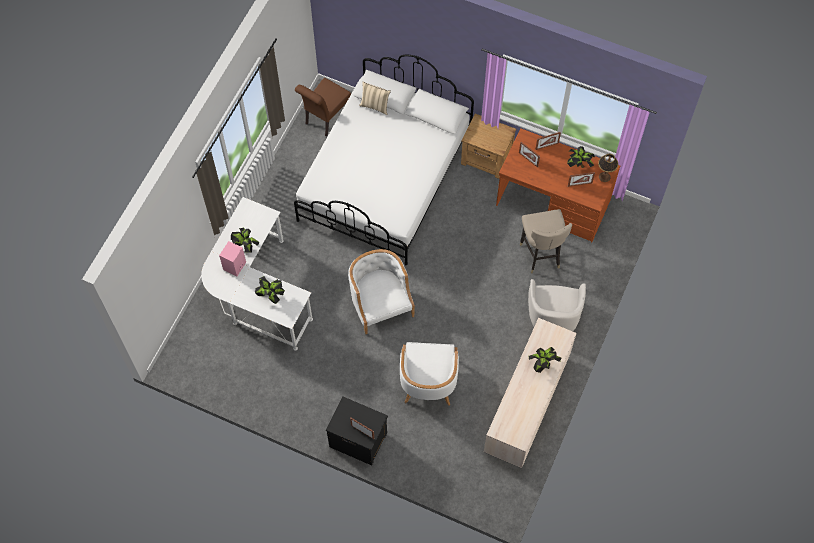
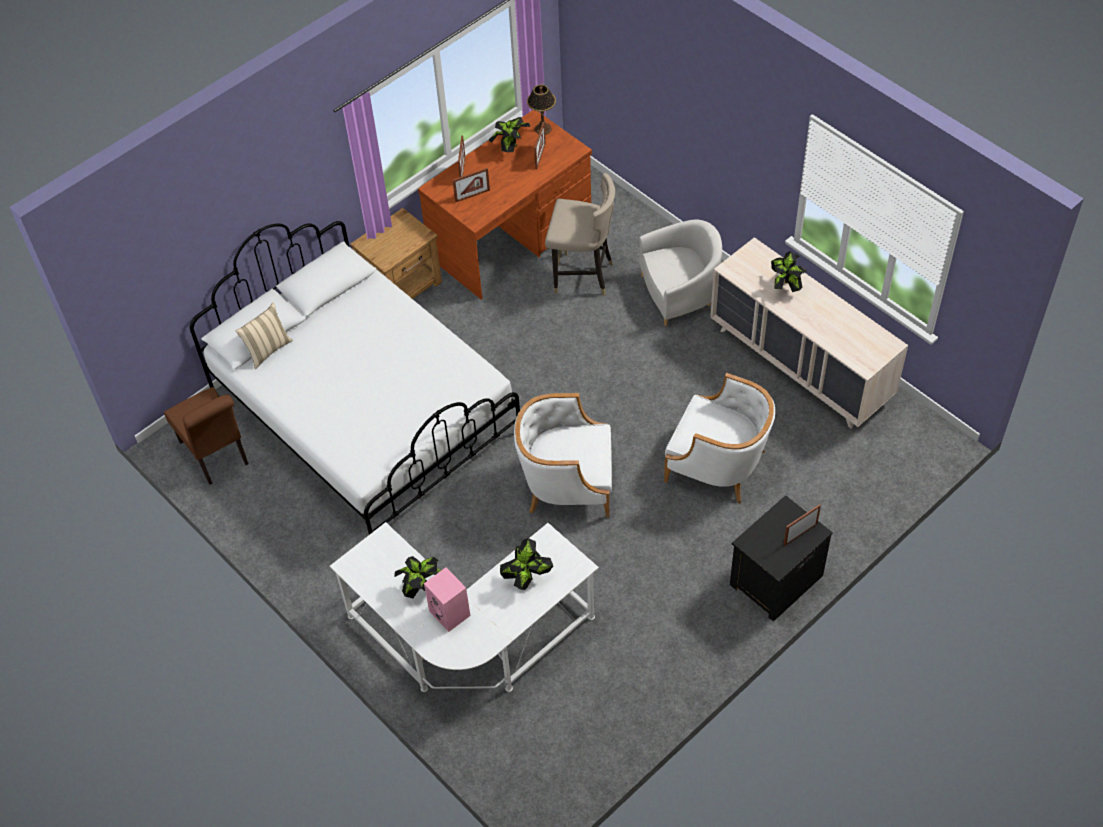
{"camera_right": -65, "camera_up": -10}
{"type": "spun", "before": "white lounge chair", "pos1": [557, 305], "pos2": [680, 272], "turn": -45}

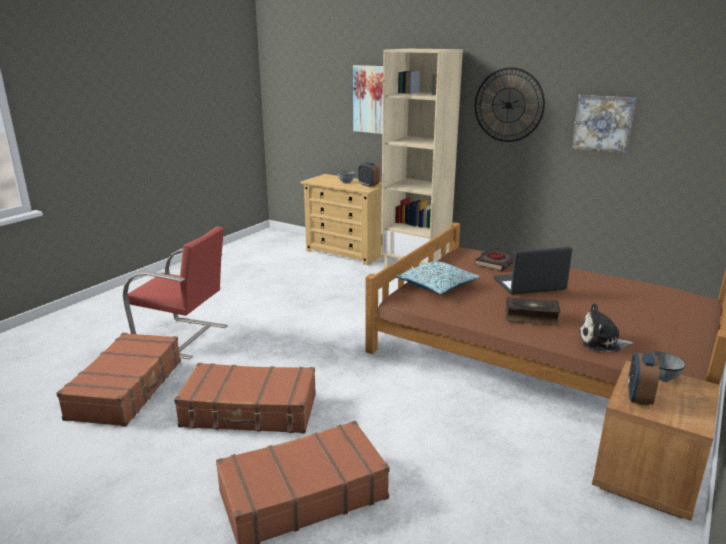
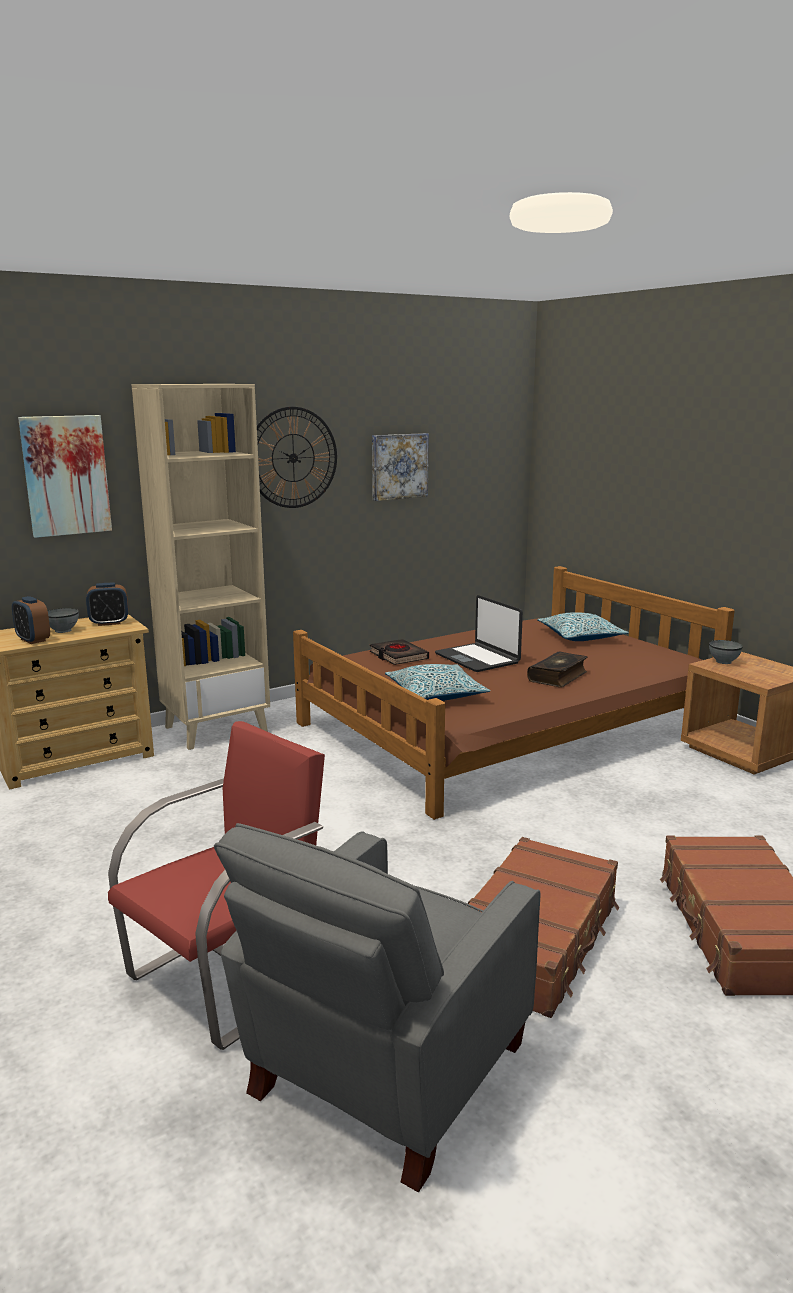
{"camera_right": -65, "camera_up": -5}
{"type": "missing", "before": "cuddly toy", "pos1": [607, 327]}
{"type": "appeared", "after": "cushion", "pos2": [583, 626]}
{"type": "relocated", "before": "table clock", "pos1": [644, 379], "pos2": [31, 620]}
{"type": "exchanged", "before": "brownish travel case", "after": "grey lounge chair", "pos1": [118, 380], "pos2": [377, 1007]}
{"type": "spun", "before": "portable computer", "pos1": [532, 271], "pos2": [479, 633], "turn": -45}

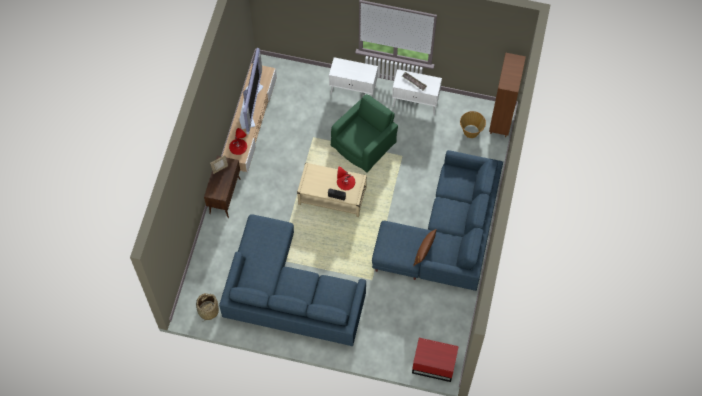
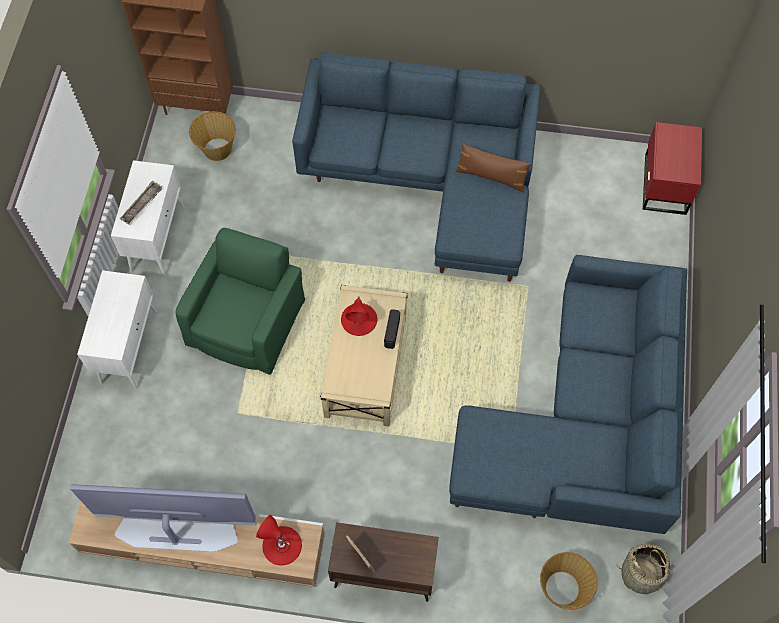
{"camera_right": -95, "camera_up": 0}
{"type": "appeared", "after": "basket", "pos2": [568, 581]}
{"type": "spun", "before": "green lounge chair", "pos1": [364, 133], "pos2": [240, 301], "turn": 75}

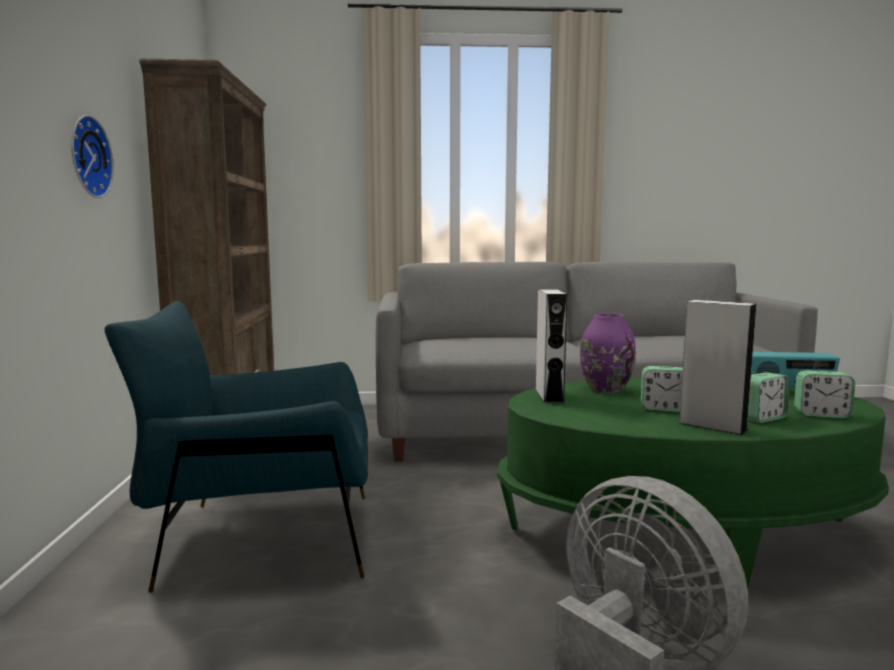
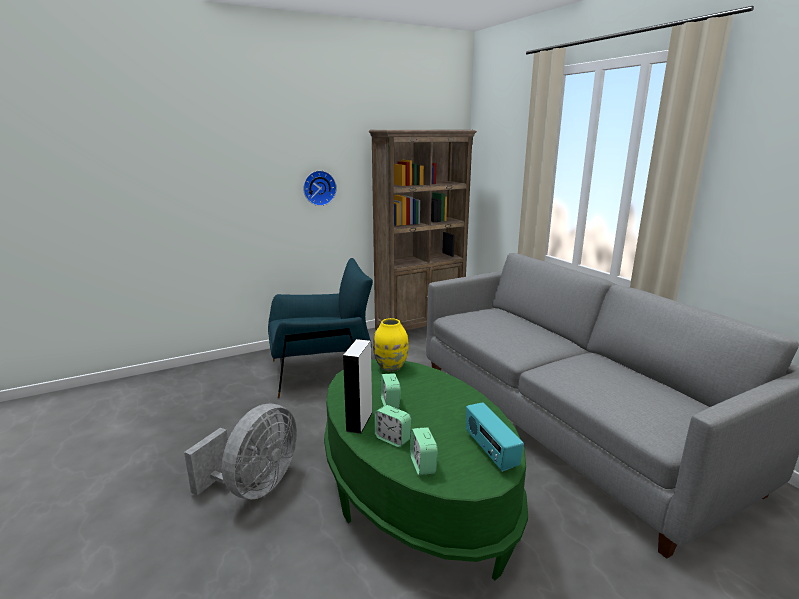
{"camera_right": 65, "camera_up": 10}
{"type": "missing", "before": "purple flower vase", "pos1": [608, 353]}
{"type": "exchanged", "before": "grey loudspeaker", "after": "yellowish flower vase", "pos1": [551, 346], "pos2": [391, 345]}
{"type": "spun", "before": "bluish lounge chair", "pos1": [236, 447], "pos2": [320, 328], "turn": 105}

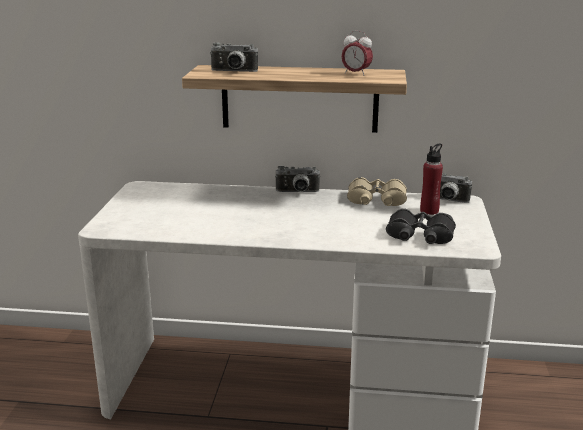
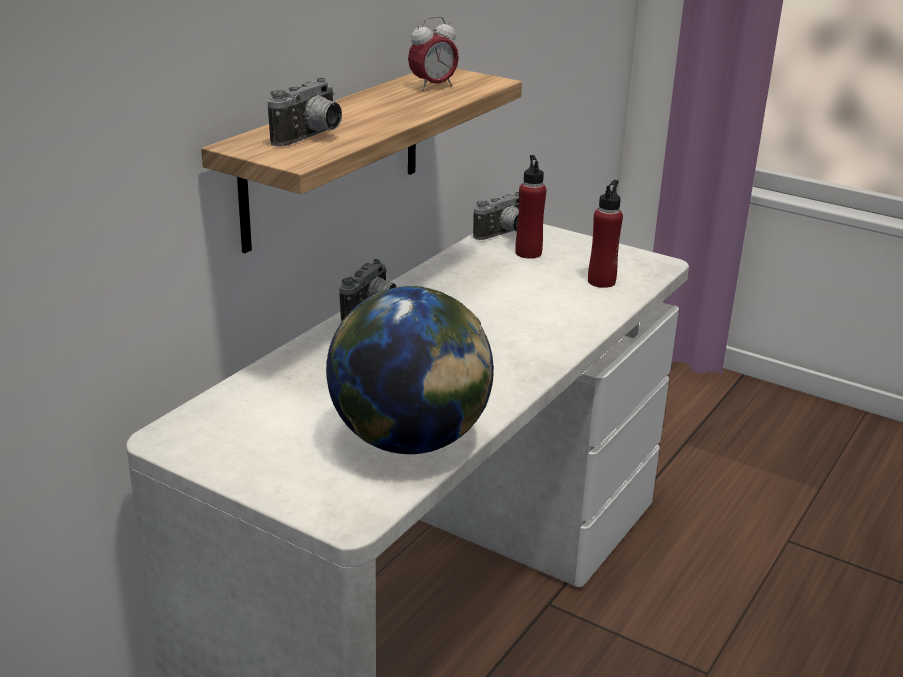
{"camera_right": -65, "camera_up": 5}
{"type": "missing", "before": "beige field glasses", "pos1": [377, 191]}
{"type": "appeared", "after": "desk globe", "pos2": [410, 370]}
{"type": "exchanged", "before": "blackish field glasses", "after": "red-coloured drink bottle", "pos1": [421, 226], "pos2": [605, 234]}

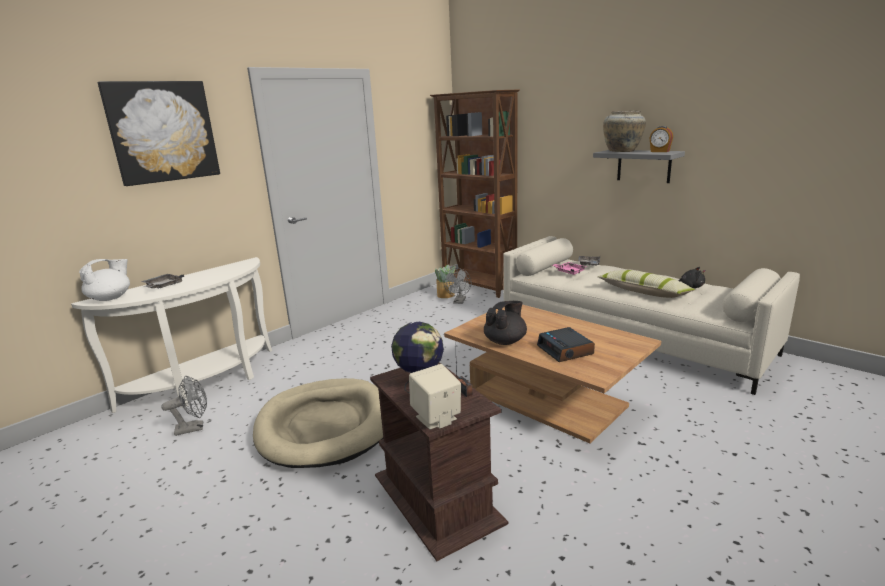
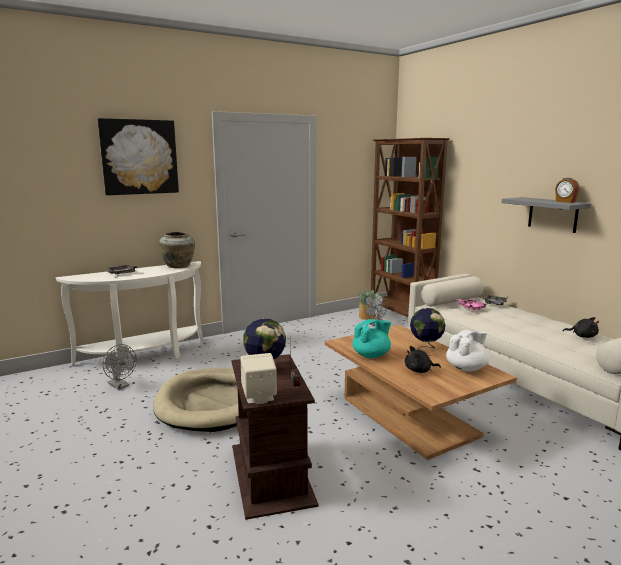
{"camera_right": 15, "camera_up": -5}
{"type": "missing", "before": "cushion", "pos1": [646, 284]}
{"type": "appeared", "after": "desk globe", "pos2": [427, 332]}
{"type": "relocated", "before": "white pot for tea", "pos1": [104, 280], "pos2": [467, 351]}
{"type": "relocated", "before": "beige flower vase", "pos1": [624, 131], "pos2": [177, 250]}
{"type": "exchanged", "before": "table clock", "after": "blackish cuddly toy", "pos1": [566, 344], "pos2": [423, 359]}
{"type": "colour", "before": "blackish pot for tea", "after": "turquoise-coloured pot for tea", "pos1": [505, 323], "pos2": [371, 338]}
{"type": "spun", "before": "grey fan", "pos1": [184, 406], "pos2": [119, 367], "turn": 45}

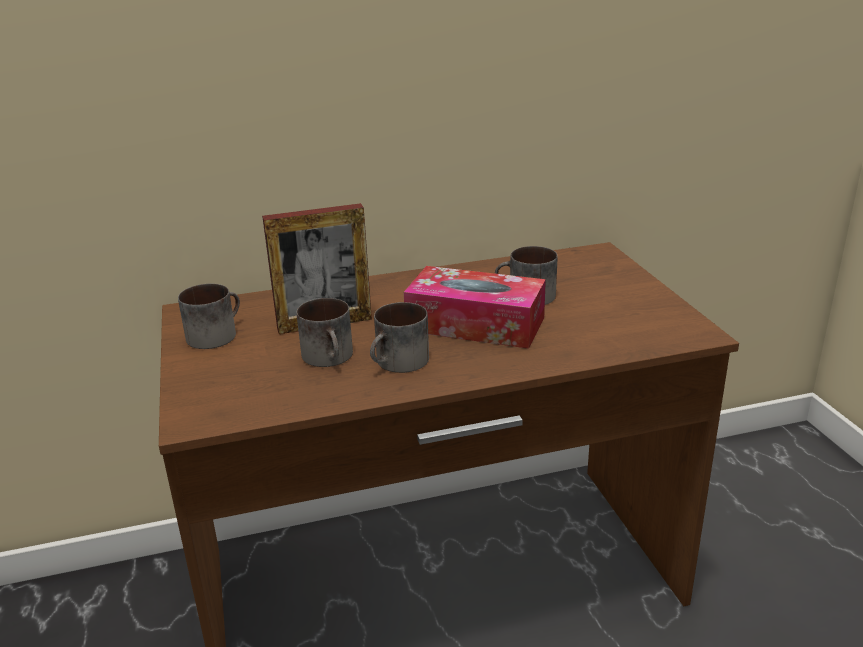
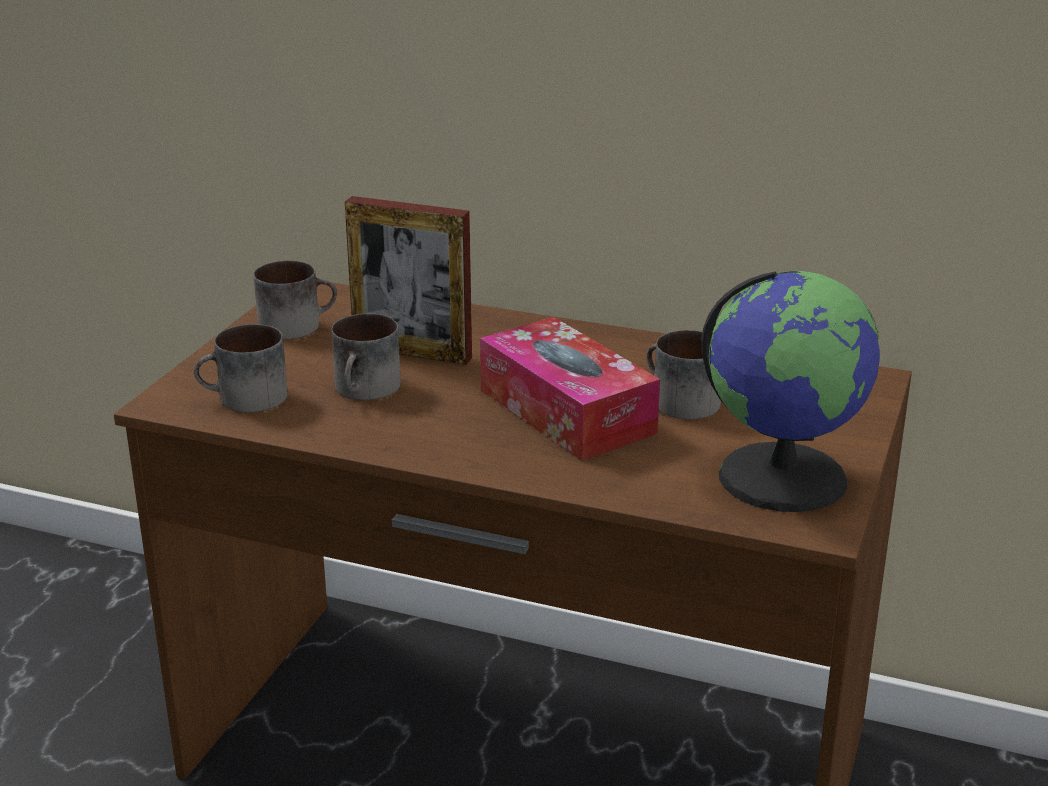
{"camera_right": 35, "camera_up": 0}
{"type": "appeared", "after": "desk globe", "pos2": [790, 391]}
{"type": "relocated", "before": "mug", "pos1": [399, 337], "pos2": [241, 368]}

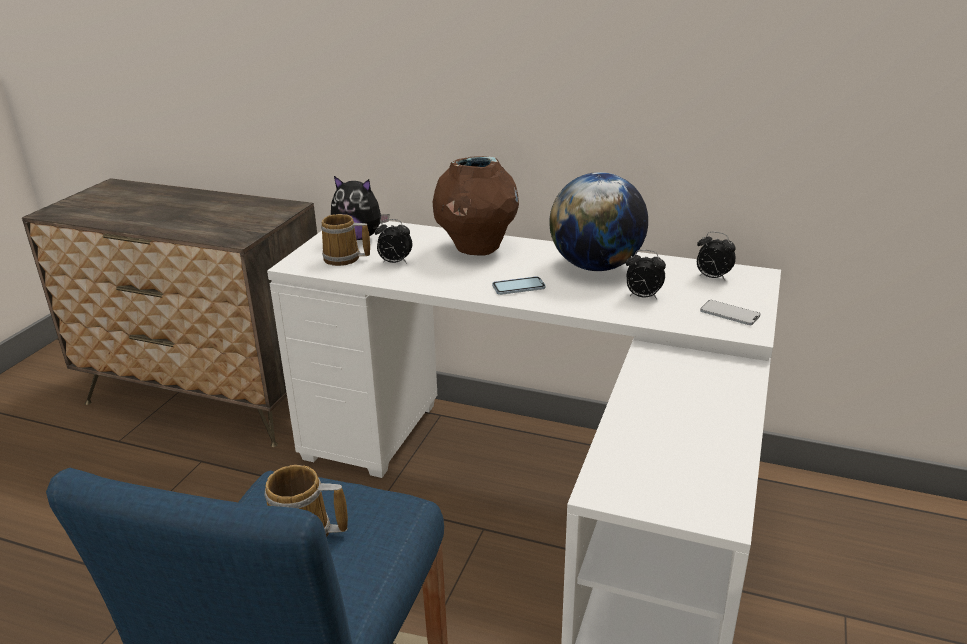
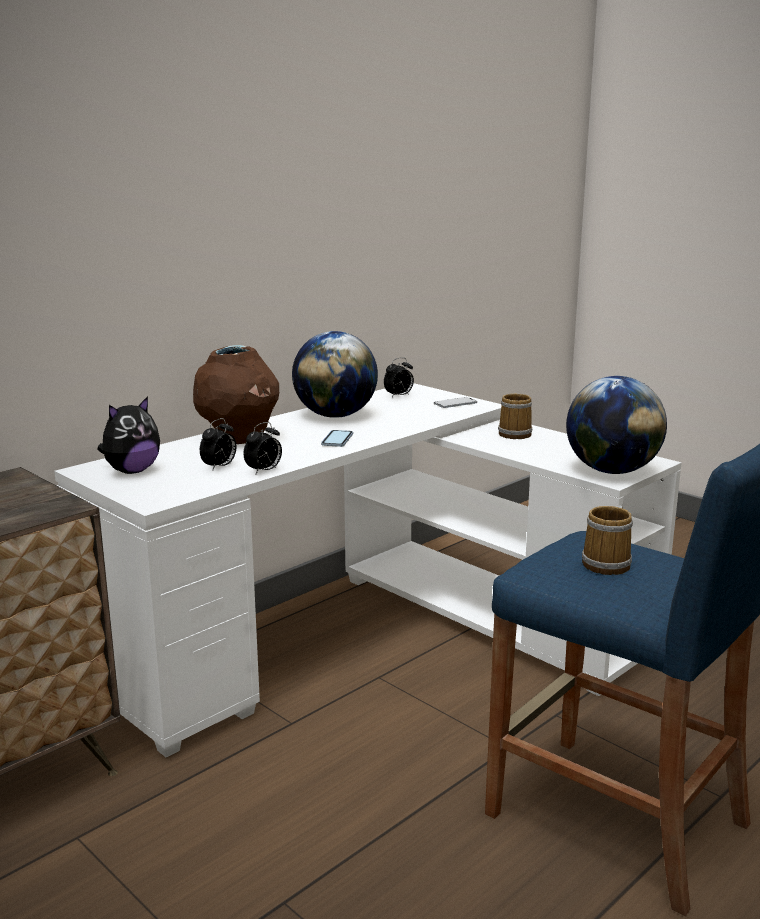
{"camera_right": -65, "camera_up": -10}
{"type": "appeared", "after": "desk globe", "pos2": [616, 425]}
{"type": "relocated", "before": "mug", "pos1": [345, 240], "pos2": [515, 416]}
{"type": "relocated", "before": "table clock", "pos1": [646, 274], "pos2": [262, 448]}

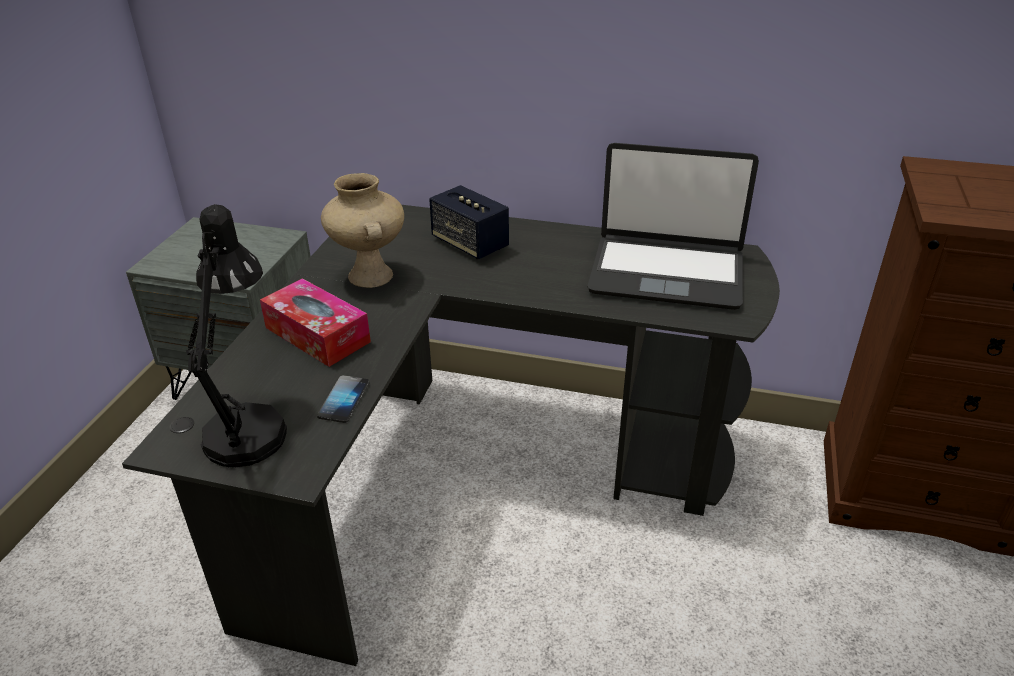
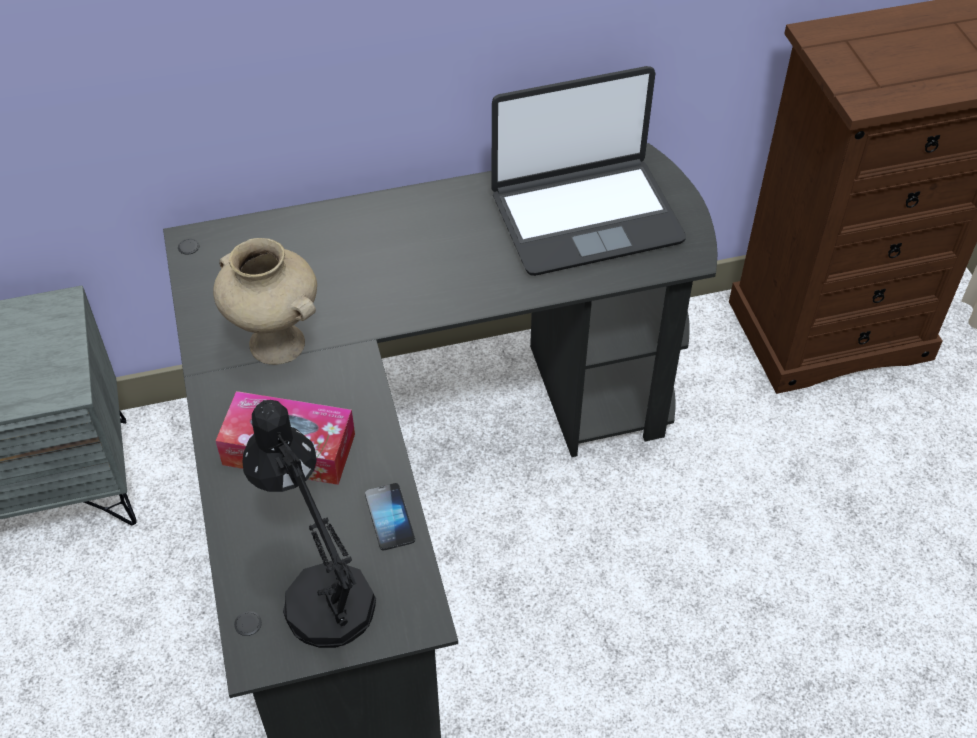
{"camera_right": -30, "camera_up": 15}
{"type": "missing", "before": "loudspeaker", "pos1": [469, 222]}

